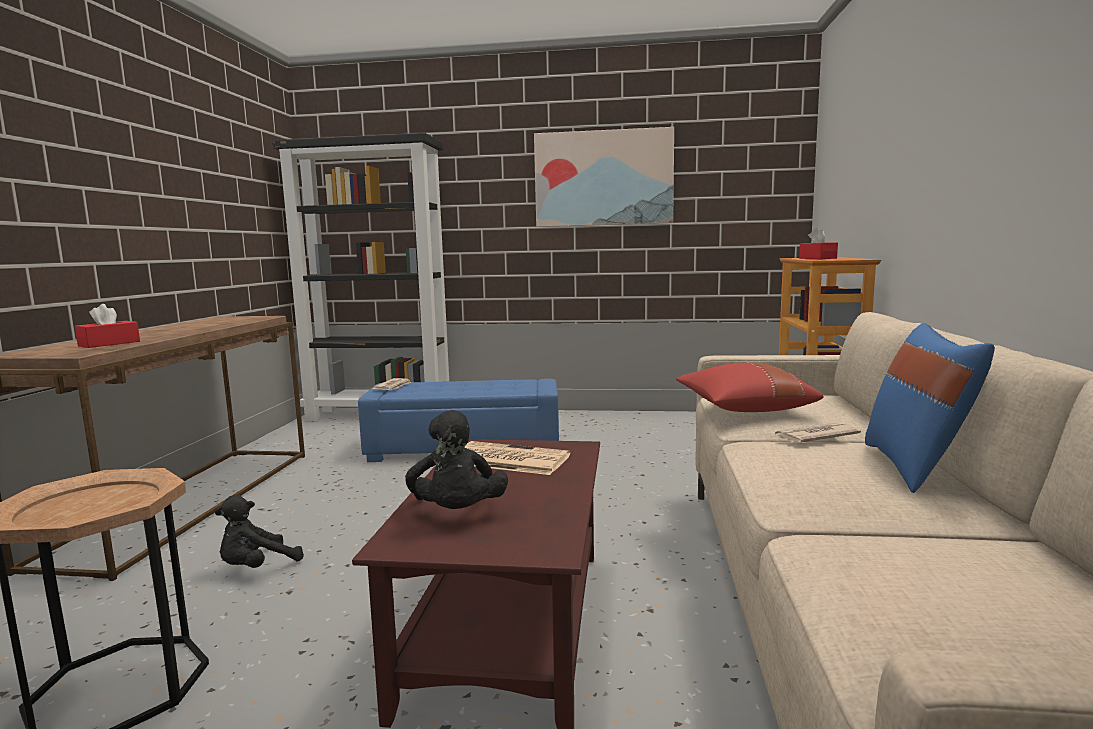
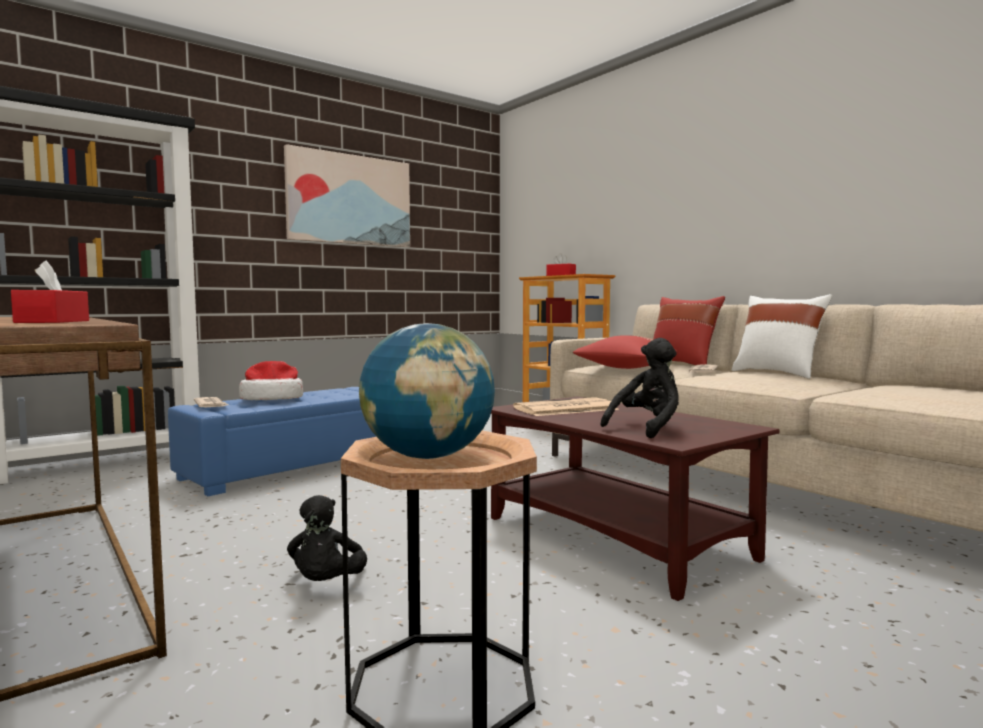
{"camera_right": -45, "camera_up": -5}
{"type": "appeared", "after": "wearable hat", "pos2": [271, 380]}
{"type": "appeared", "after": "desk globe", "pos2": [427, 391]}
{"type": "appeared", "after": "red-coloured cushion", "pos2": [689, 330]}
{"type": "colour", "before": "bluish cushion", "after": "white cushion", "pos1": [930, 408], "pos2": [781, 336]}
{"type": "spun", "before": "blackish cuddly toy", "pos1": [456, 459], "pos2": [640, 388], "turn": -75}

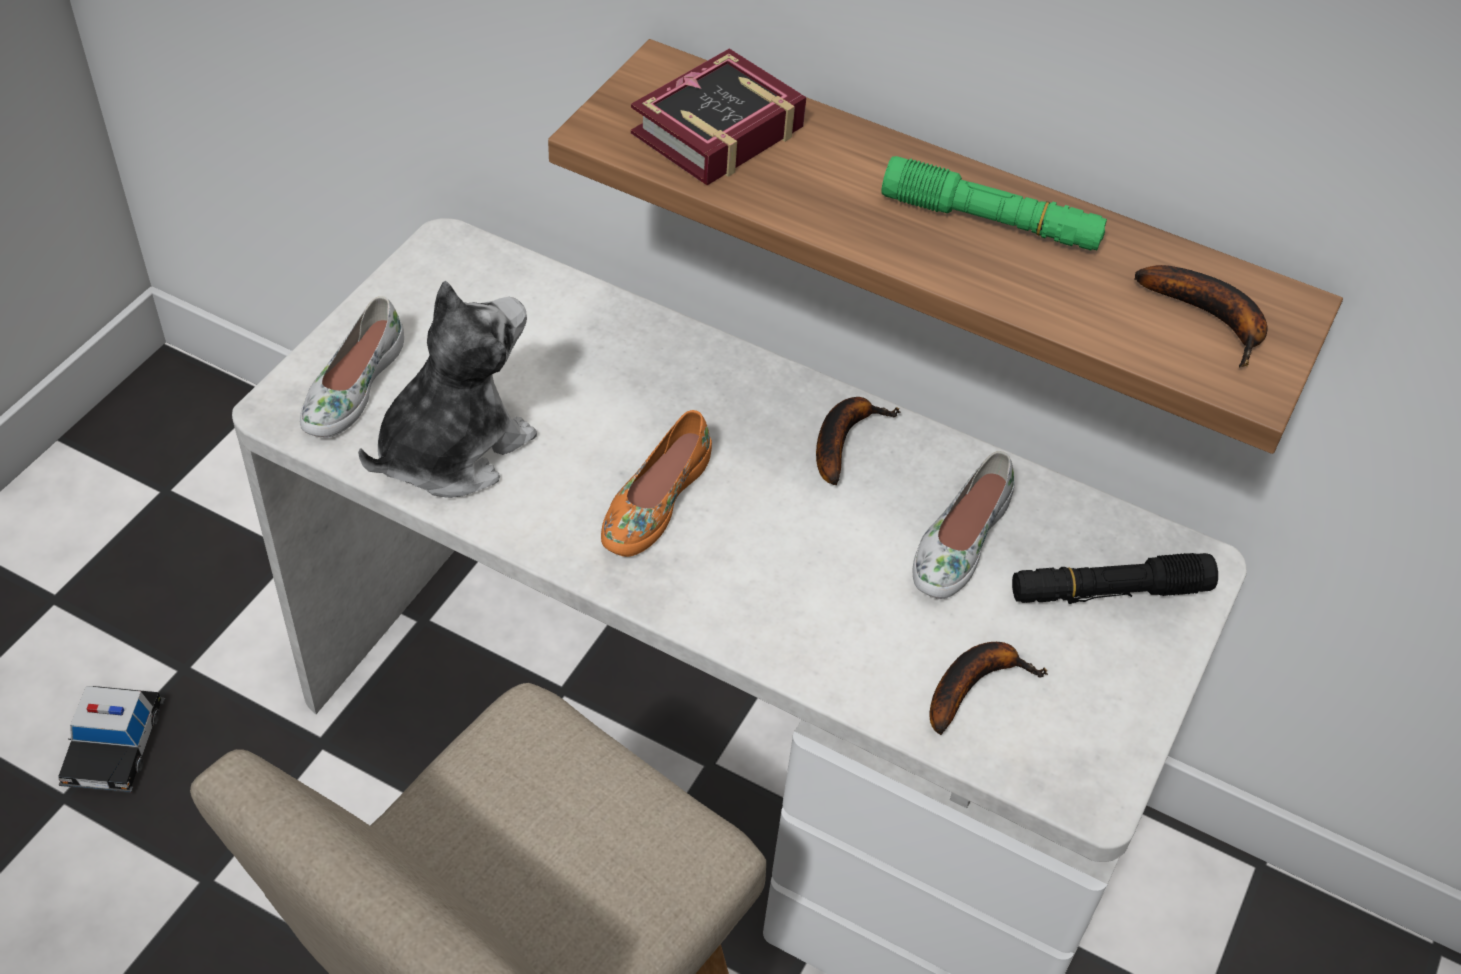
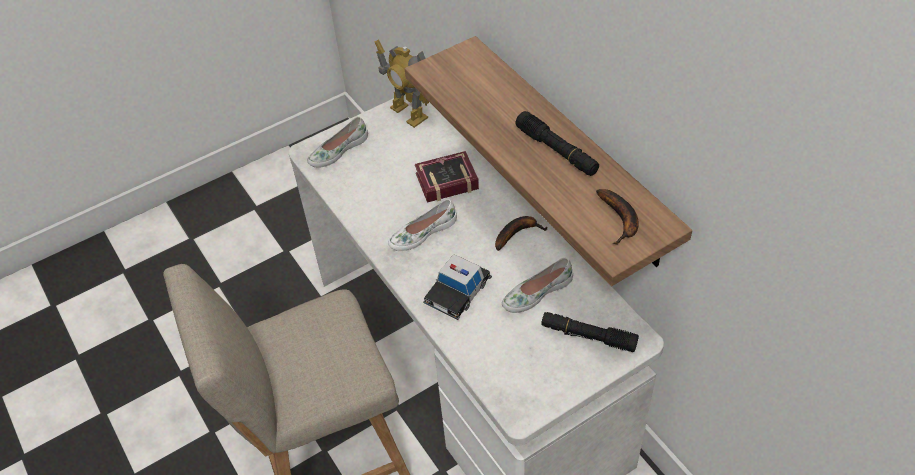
{"camera_right": 35, "camera_up": 0}
{"type": "missing", "before": "cuddly toy", "pos1": [447, 389]}
{"type": "missing", "before": "banana", "pos1": [988, 688]}
{"type": "appeared", "after": "model robot", "pos2": [402, 84]}
{"type": "relocated", "before": "miniature car", "pos1": [111, 739], "pos2": [457, 287]}
{"type": "relocated", "before": "book", "pos1": [718, 117], "pos2": [447, 177]}
{"type": "colour", "before": "orange-coloured shoe", "after": "white shoe", "pos1": [656, 483], "pos2": [422, 225]}
{"type": "colour", "before": "green torch", "after": "blackish torch", "pos1": [994, 203], "pos2": [557, 143]}

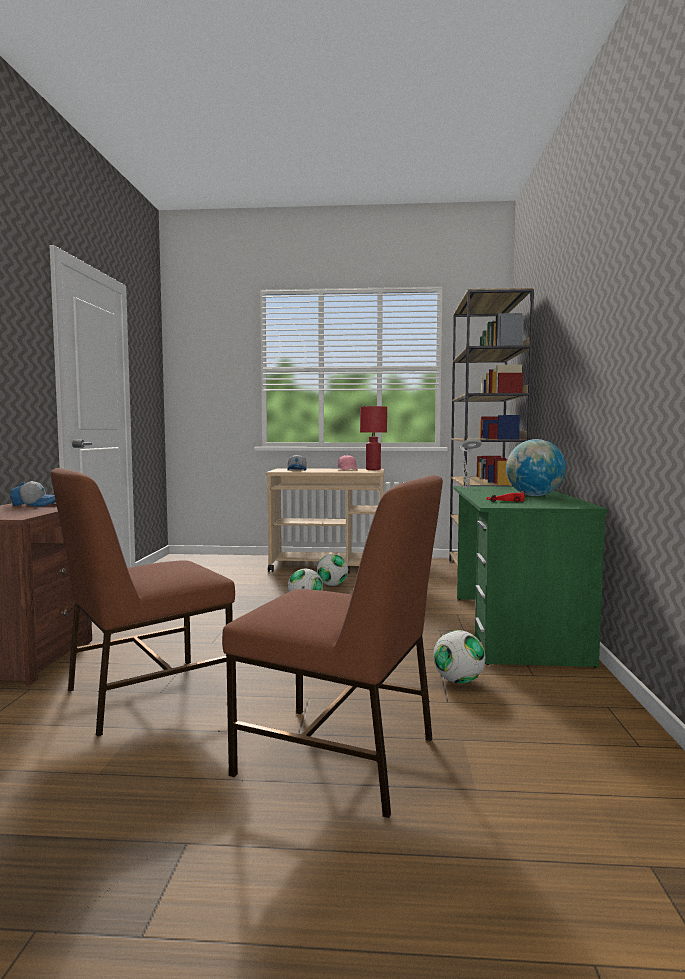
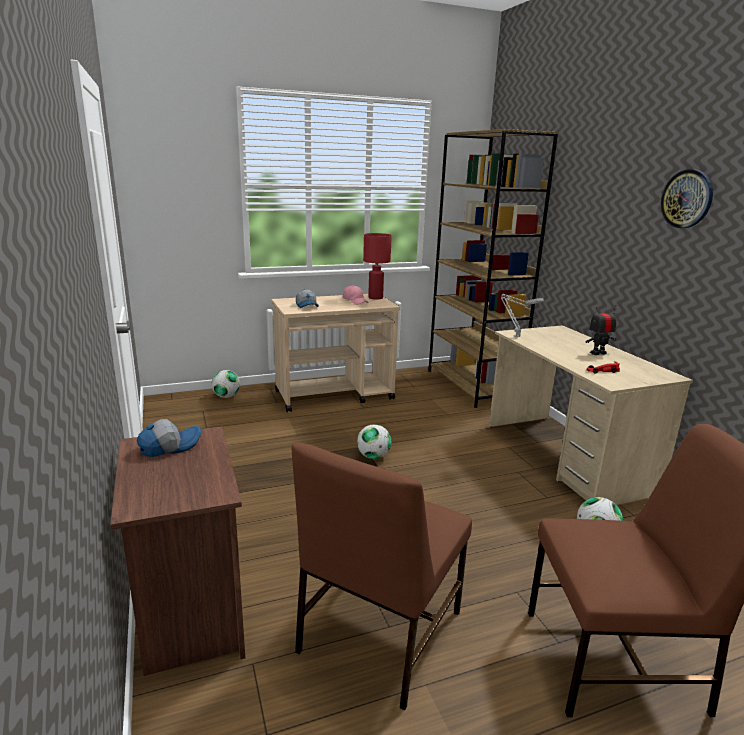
{"camera_right": -25, "camera_up": 15}
{"type": "appeared", "after": "hanging clock", "pos2": [687, 198]}
{"type": "relocated", "before": "ball for football", "pos1": [332, 570], "pos2": [225, 384]}
{"type": "exchanged", "before": "desk globe", "after": "model robot", "pos1": [536, 467], "pos2": [601, 330]}
{"type": "colour", "before": "green desk", "after": "beige desk", "pos1": [531, 577], "pos2": [591, 415]}

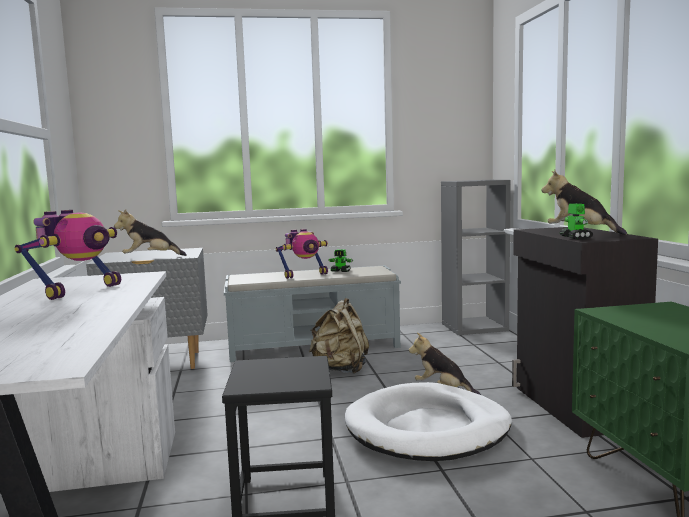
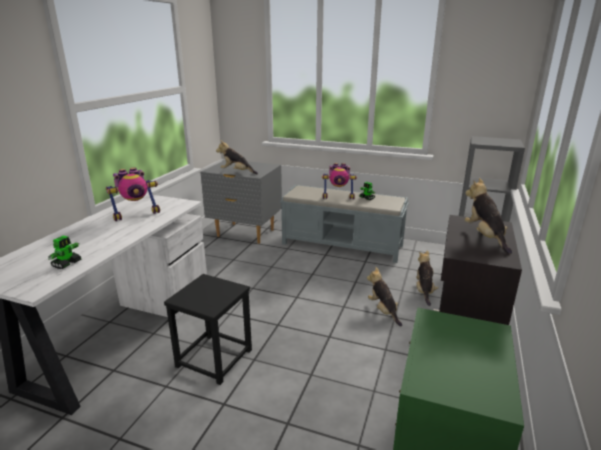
{"camera_right": 30, "camera_up": 15}
{"type": "missing", "before": "beige backpack", "pos1": [339, 336]}
{"type": "missing", "before": "white dog cushion", "pos1": [428, 421]}
{"type": "appeared", "after": "cuddly toy", "pos2": [427, 278]}
{"type": "relocated", "before": "model robot", "pos1": [576, 221], "pos2": [65, 252]}

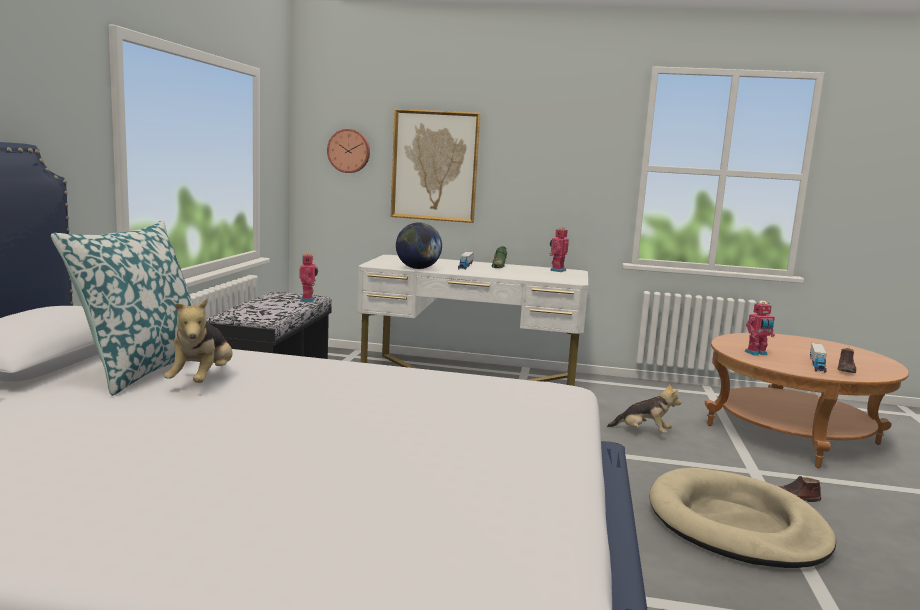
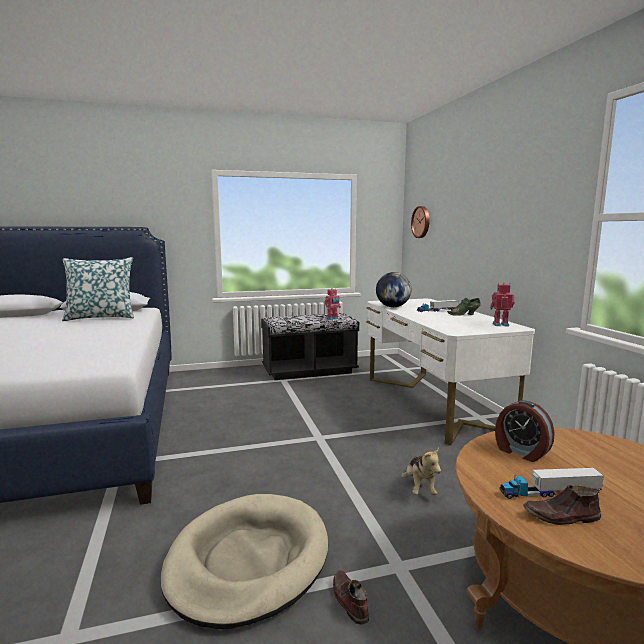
{"camera_right": 65, "camera_up": 0}
{"type": "missing", "before": "cuddly toy", "pos1": [198, 340]}
{"type": "missing", "before": "wall art", "pos1": [436, 166]}
{"type": "exchanged", "before": "model robot", "after": "table clock", "pos1": [760, 329], "pos2": [525, 431]}

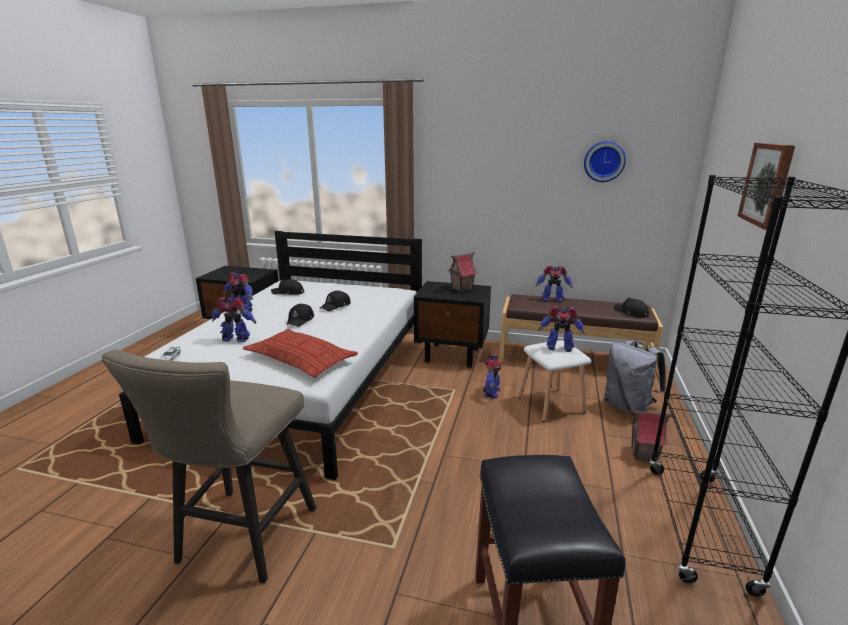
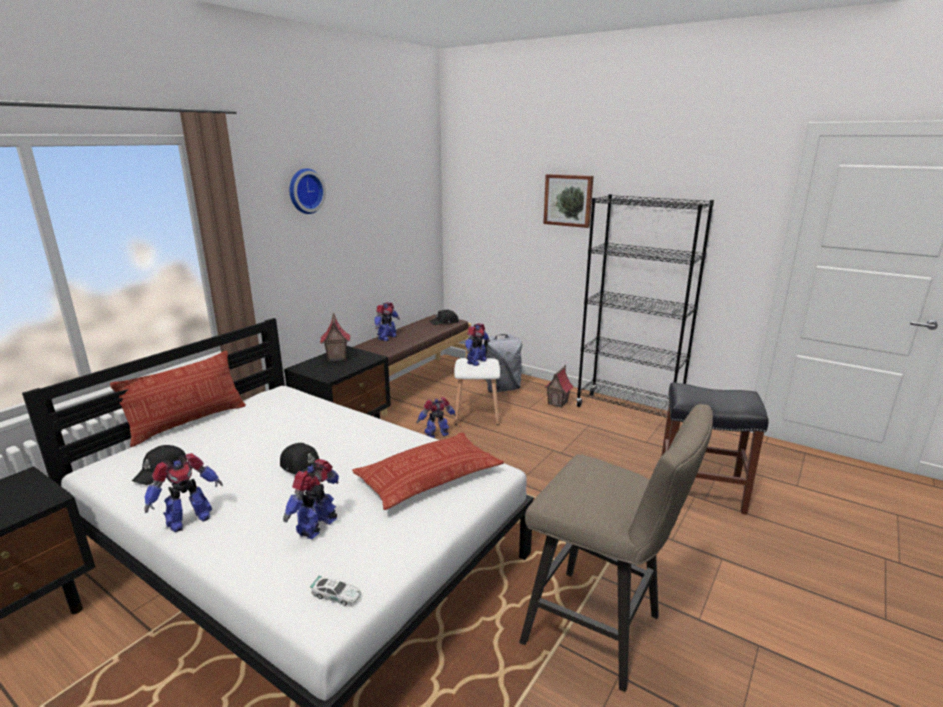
{"camera_right": -70, "camera_up": 0}
{"type": "missing", "before": "blackish cap", "pos1": [335, 300]}
{"type": "appeared", "after": "cushion", "pos2": [178, 399]}
{"type": "relocated", "before": "hanging clock", "pos1": [605, 161], "pos2": [308, 191]}
{"type": "spun", "before": "model robot", "pos1": [492, 376], "pos2": [436, 417], "turn": -60}

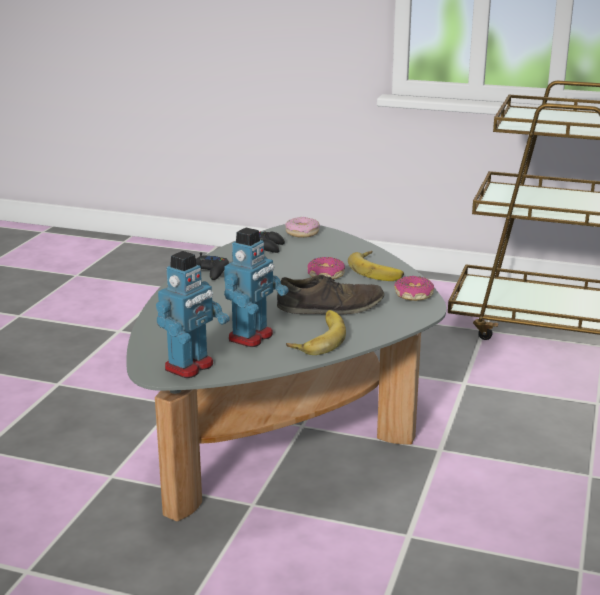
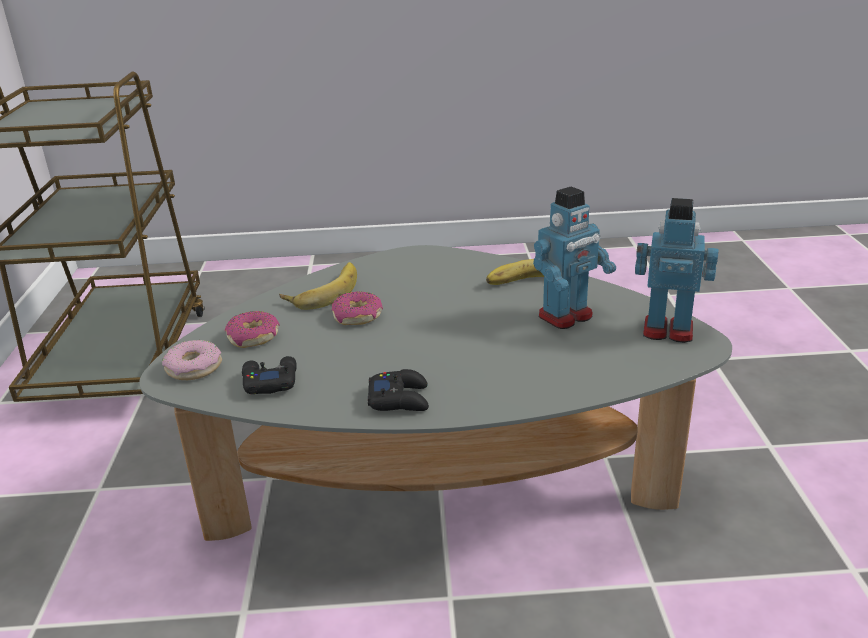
{"camera_right": -110, "camera_up": 5}
{"type": "missing", "before": "brownish shoe", "pos1": [330, 294]}
{"type": "relocated", "before": "doughnut", "pos1": [414, 288], "pos2": [252, 329]}
{"type": "spun", "before": "model robot", "pos1": [256, 287], "pos2": [574, 258], "turn": 135}

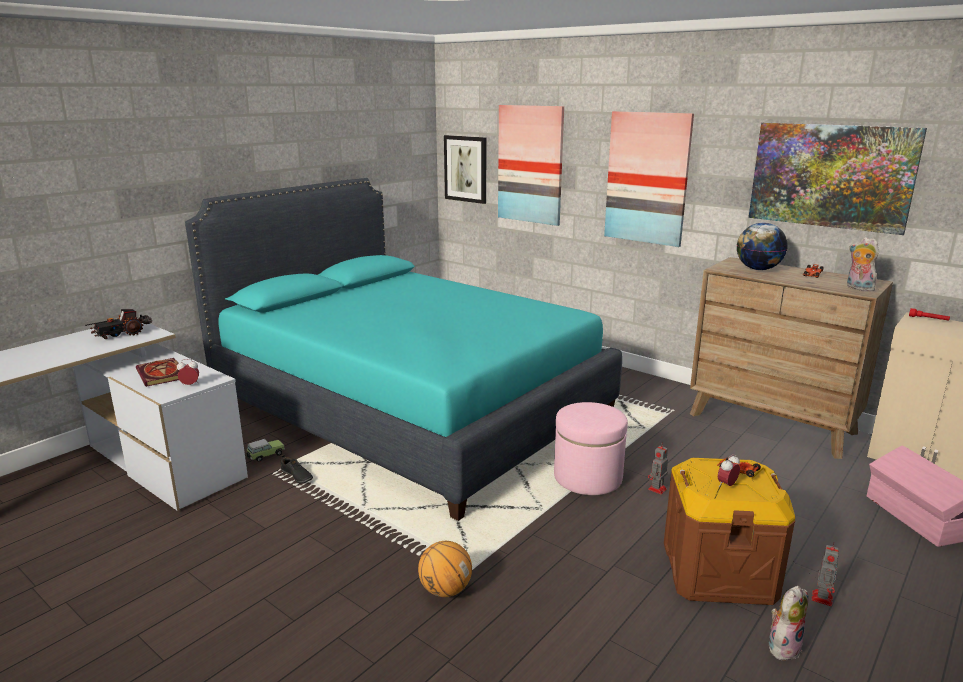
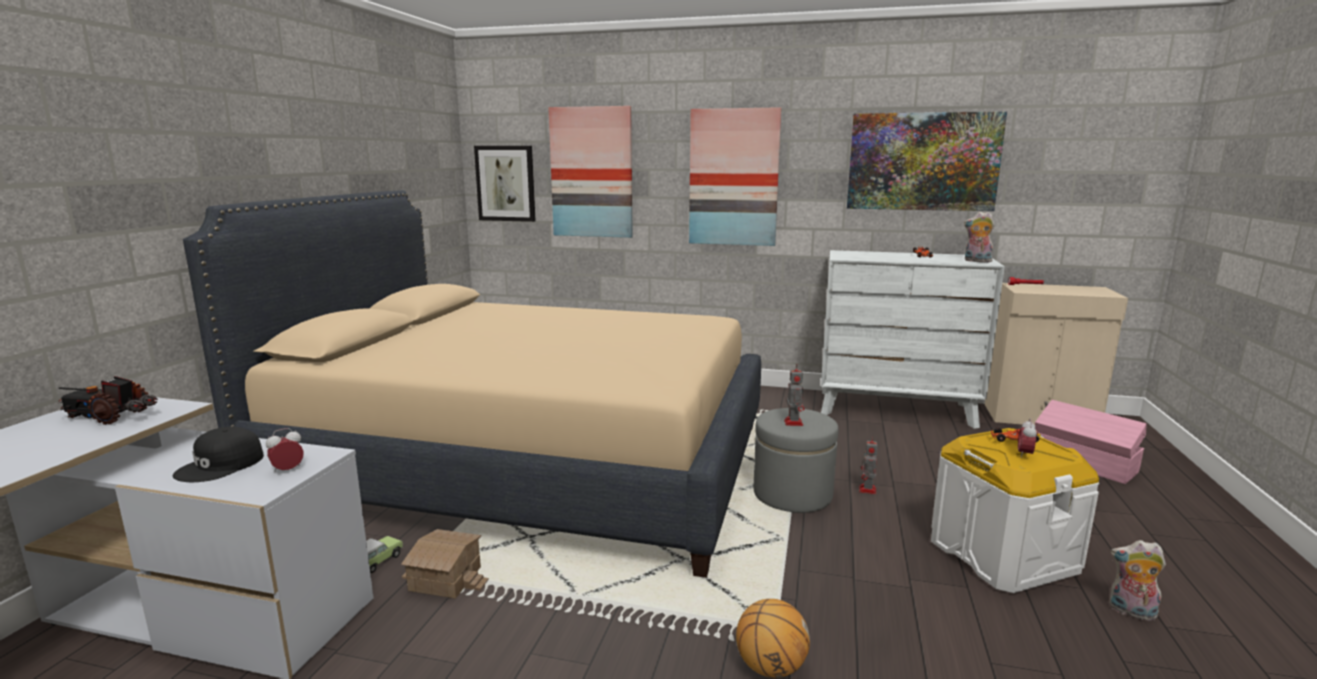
{"camera_right": -25, "camera_up": -5}
{"type": "missing", "before": "desk globe", "pos1": [762, 246]}
{"type": "relocated", "before": "model robot", "pos1": [825, 574], "pos2": [794, 395]}
{"type": "exchanged", "before": "book", "after": "blackish cap", "pos1": [158, 372], "pos2": [218, 454]}
{"type": "exchanged", "before": "blackish shoe", "after": "model house", "pos1": [297, 469], "pos2": [445, 564]}
{"type": "colour", "before": "turquoise-coloured bedroom bed", "after": "beige bedroom bed", "pos1": [403, 349], "pos2": [472, 384]}
{"type": "colour", "before": "pinkish ottoman", "after": "grey ottoman", "pos1": [591, 448], "pos2": [796, 460]}
{"type": "colour", "before": "brownish storage bin", "after": "white storage bin", "pos1": [729, 531], "pos2": [1015, 510]}
{"type": "colour", "before": "brownish chest of drawers", "after": "white chest of drawers", "pos1": [791, 358], "pos2": [913, 339]}
{"type": "spun", "before": "toy lorry", "pos1": [118, 324], "pos2": [108, 400], "turn": 75}
{"type": "spun", "before": "cuddly toy", "pos1": [788, 623], "pos2": [1138, 580], "turn": -90}

